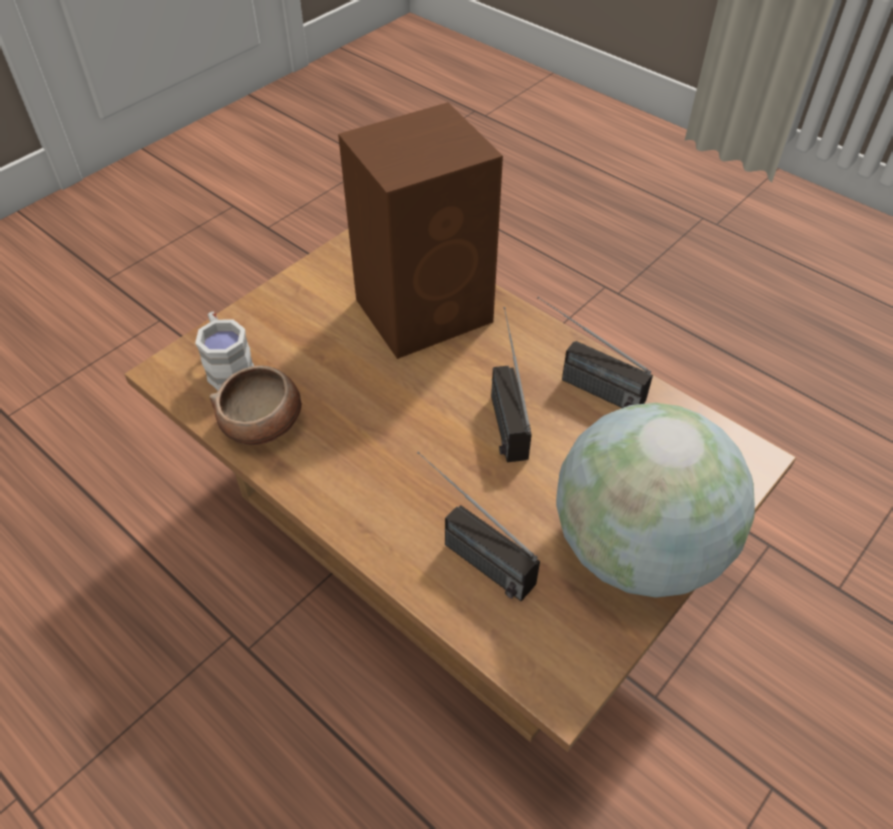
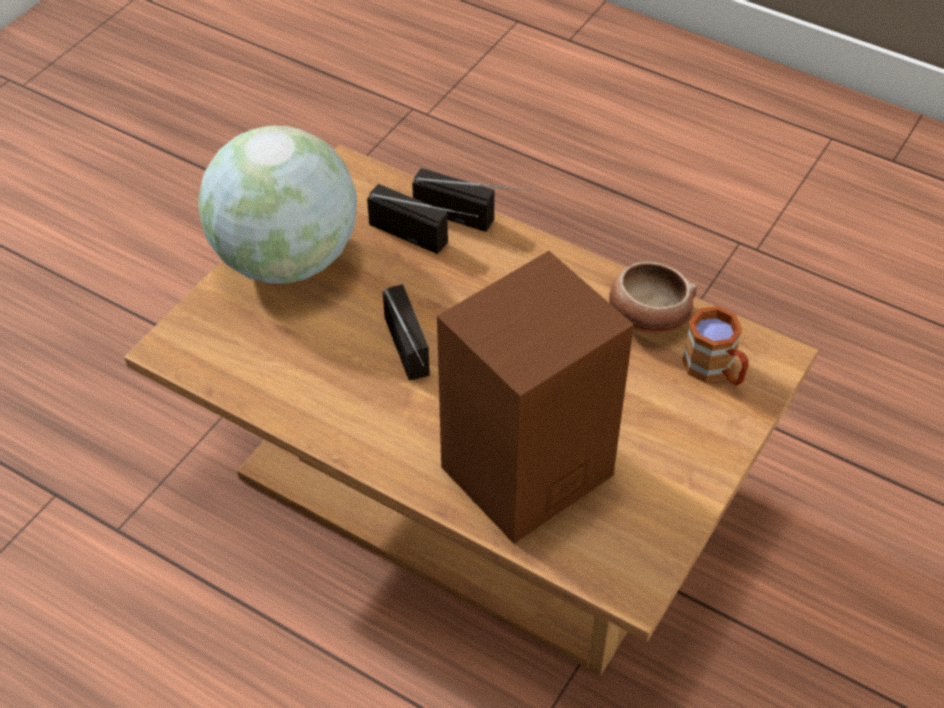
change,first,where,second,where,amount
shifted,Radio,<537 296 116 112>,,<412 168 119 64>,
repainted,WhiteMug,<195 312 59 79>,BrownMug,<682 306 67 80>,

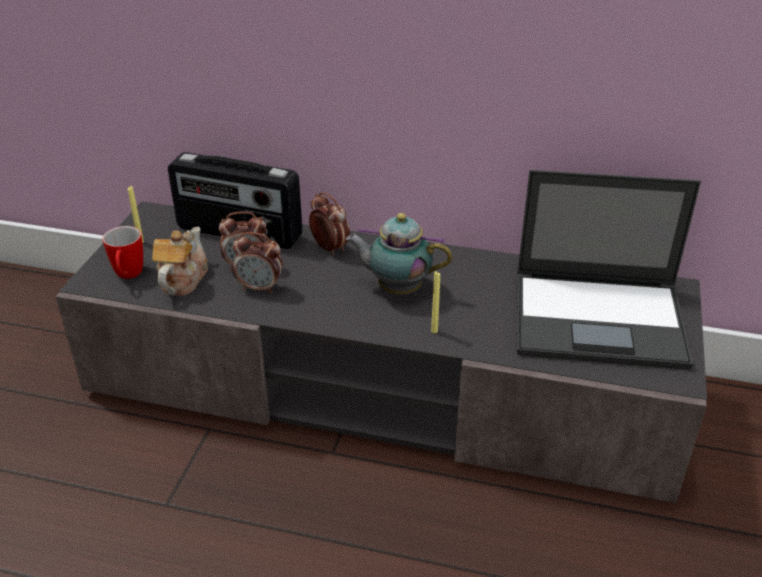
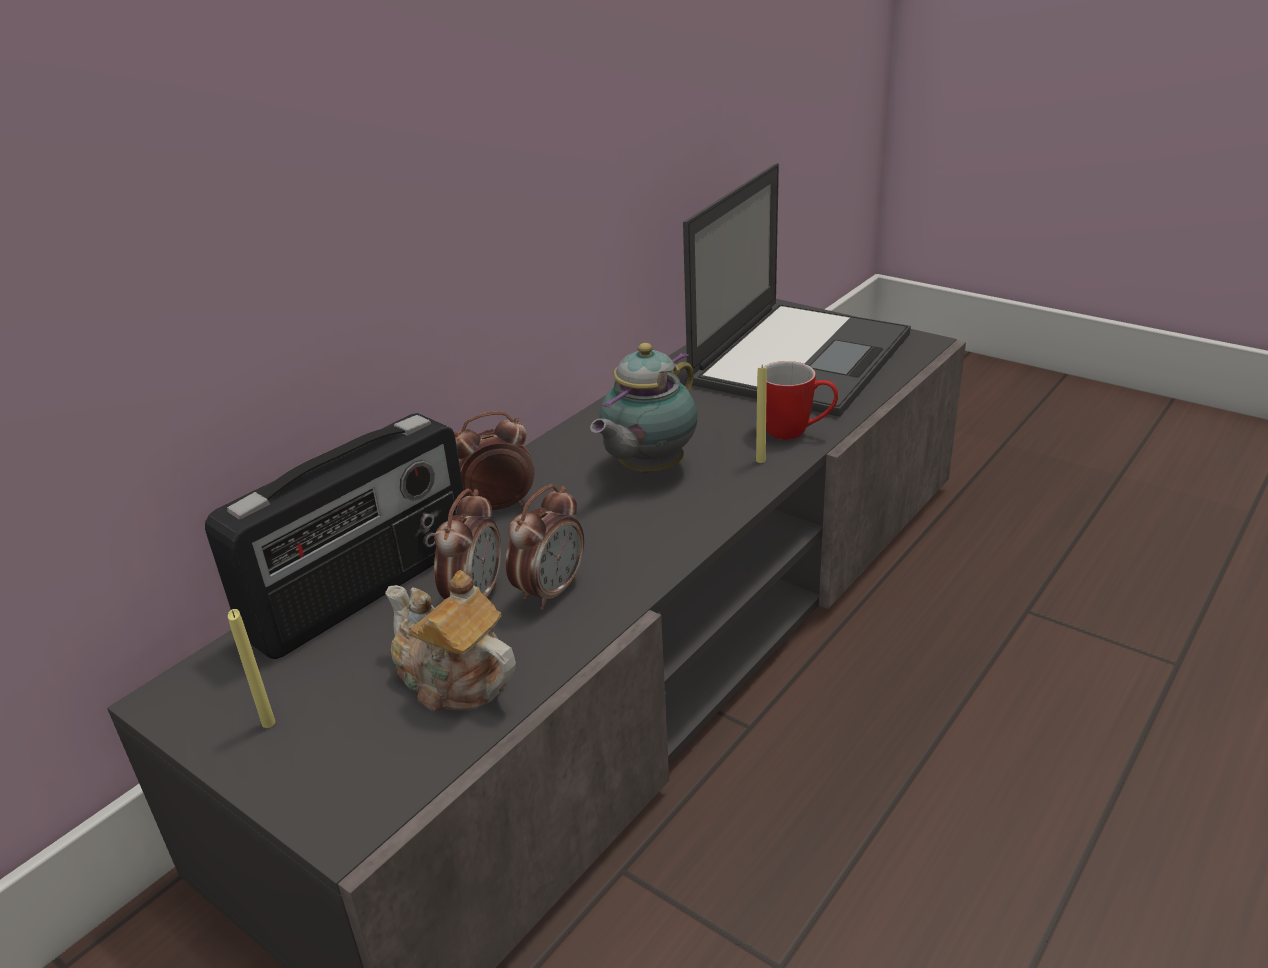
change,first,where,second,where,amount
shifted,Mug,<102 226 41 53>,,<764 361 74 79>,

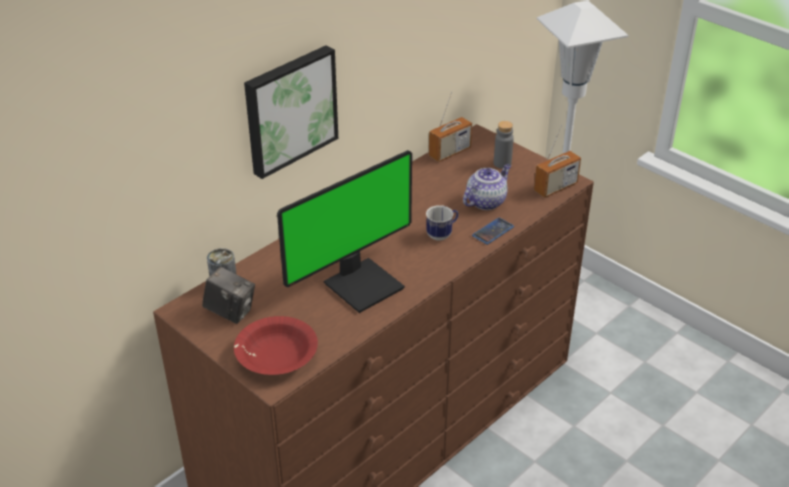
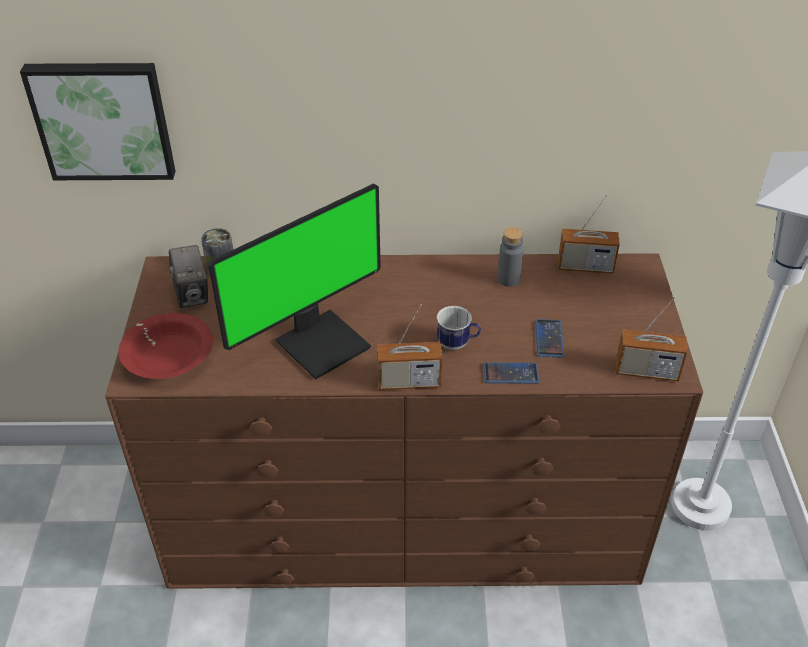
change,first,where,second,where,amount
new,,,Radio,<377 304 66 86>,
shifted,Picture,<244 45 94 134>,,<20 63 155 117>,
shifted,GreyBottle,<494 121 20 48>,,<497 227 27 60>,
swapped,Teapot,<463 164 48 46>,Phone,<535 319 29 39>,
rotated,Monitor,<277 150 135 163>,,<209 183 172 196>,45 degrees counterclockwise

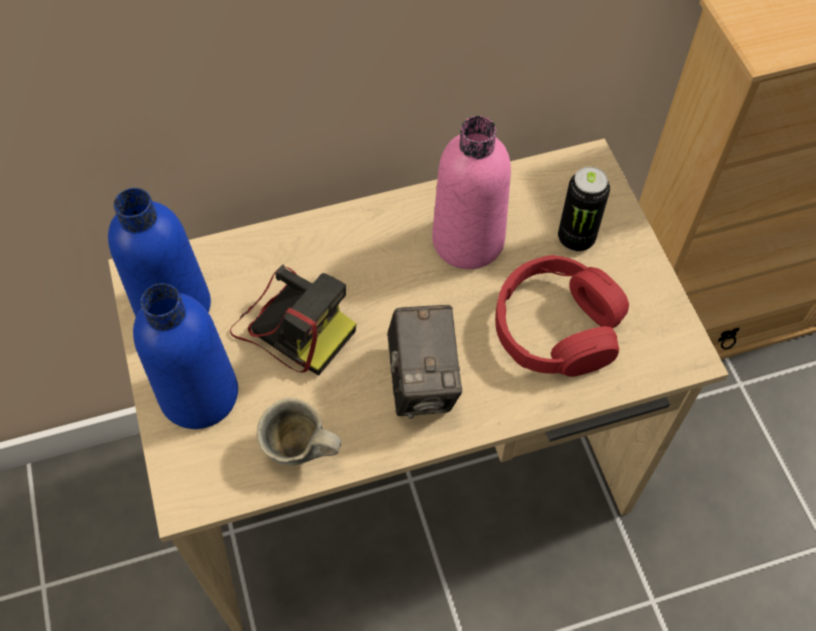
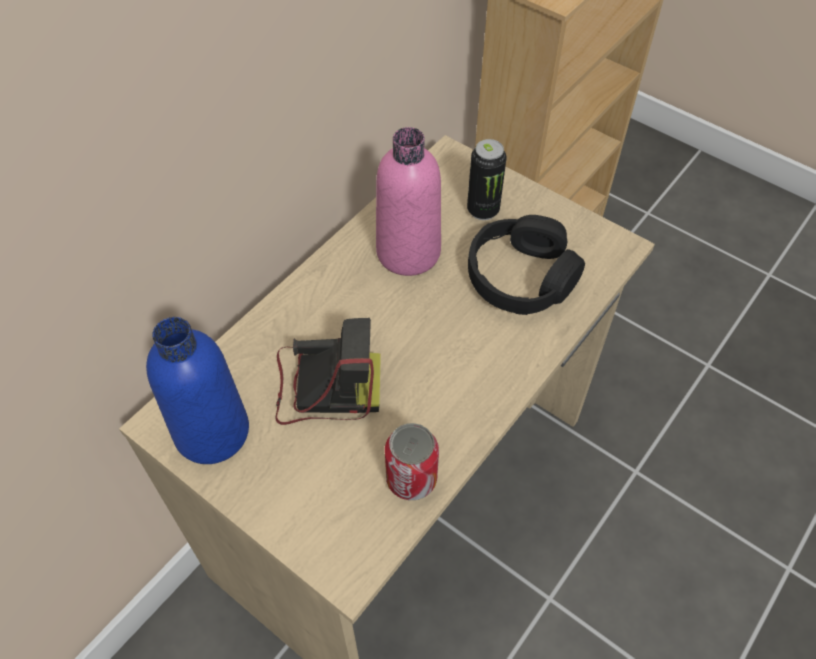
change,first,where,second,where,amount
gone,BlueBottle,<133 283 105 146>,,,
gone,PhotoCamera,<387 305 75 114>,,,
swapped,GreyMug,<257 398 84 67>,Can,<385 423 54 77>,
repainted,RedHeadphones,<495 255 134 122>,BlackHeadphones,<468 215 117 100>,

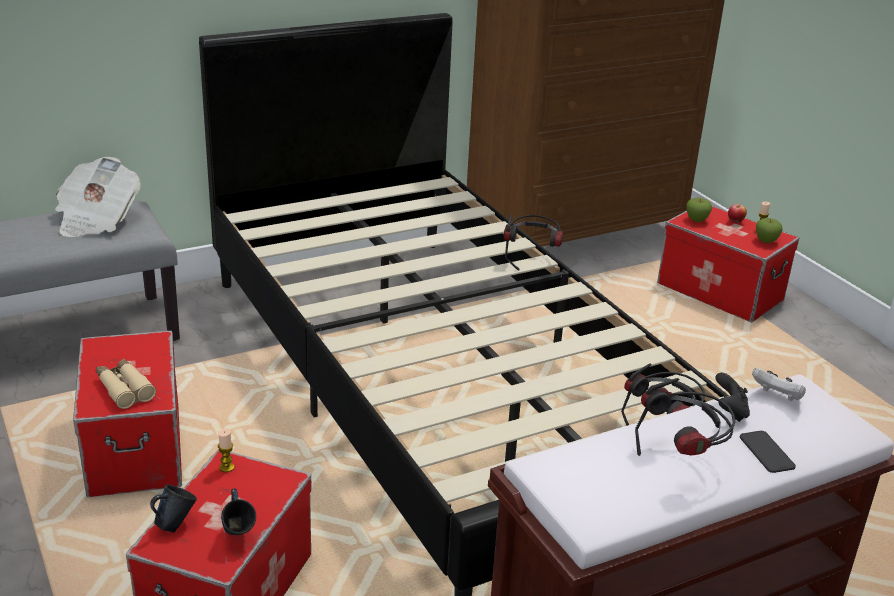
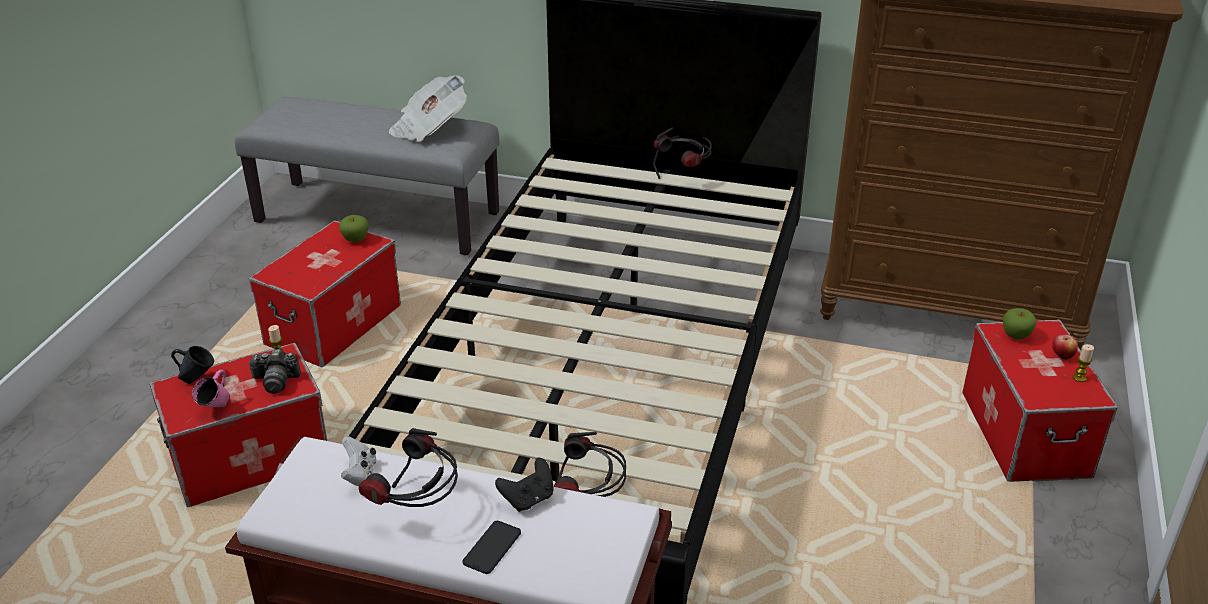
change,first,where,second,where,amount
gone,BeigeBinoculars,<96 359 60 50>,,,
new,,,PhotoCamera,<248 349 53 45>,
shifted,Headphones,<504 214 59 57>,,<653 127 59 52>,
shifted,WhiteGameController,<752 368 54 33>,,<341 437 35 49>,
shifted,Apple,<756 218 27 25>,,<339 215 30 27>,
repainted,BlueMug,<221 489 35 46>,PinkMug,<192 369 38 38>,

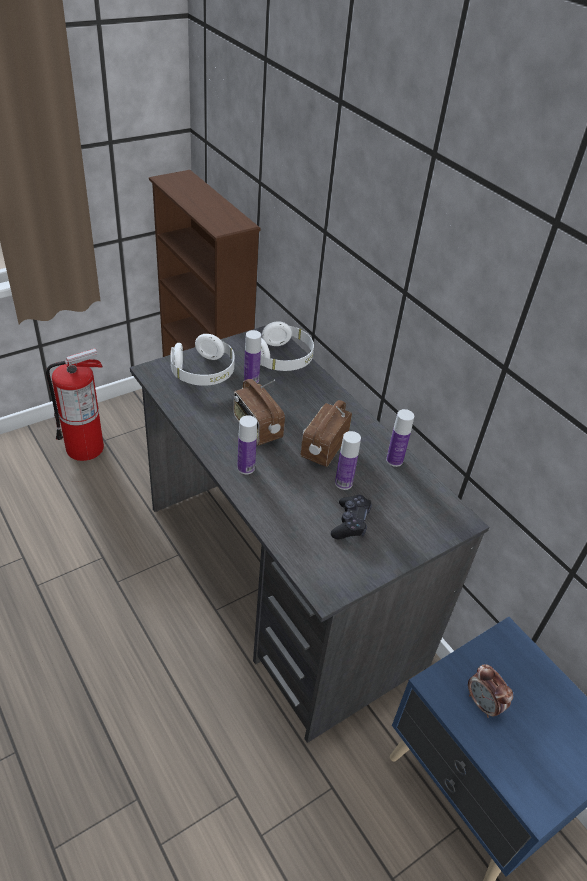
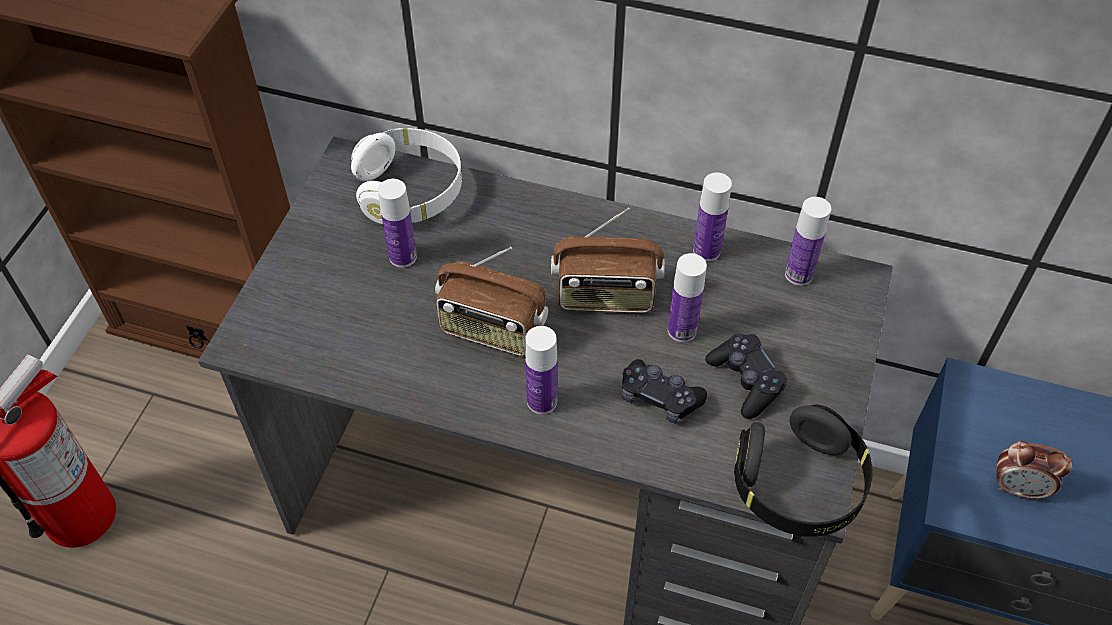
change,first,where,second,where,amount
gone,WhiteHeadphones,<170 334 65 52>,,,
new,,,BlackGameController,<622 359 85 65>,
new,,,BlackHeadphones,<734 404 139 133>,
new,,,Bottle,<785 197 46 89>,
rotated,Radio,<301 400 51 67>,,<551 208 114 105>,75 degrees counterclockwise

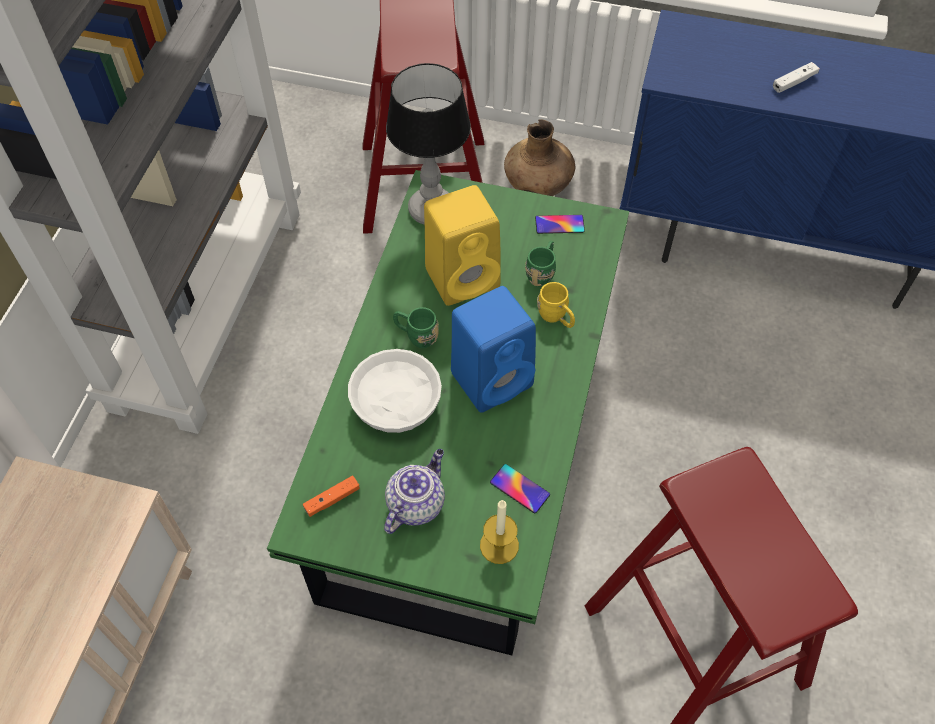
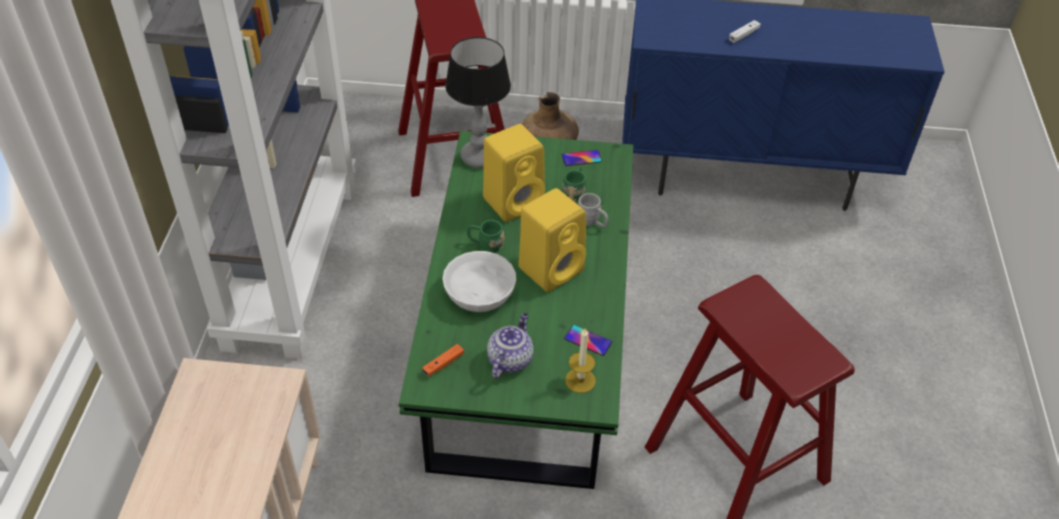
change,first,where,second,where,amount
repainted,BlueSpeaker,<451 286 85 127>,YellowSpeaker,<519 188 67 104>,
repainted,YellowMug,<537 282 38 46>,GreyMug,<578 193 30 34>,

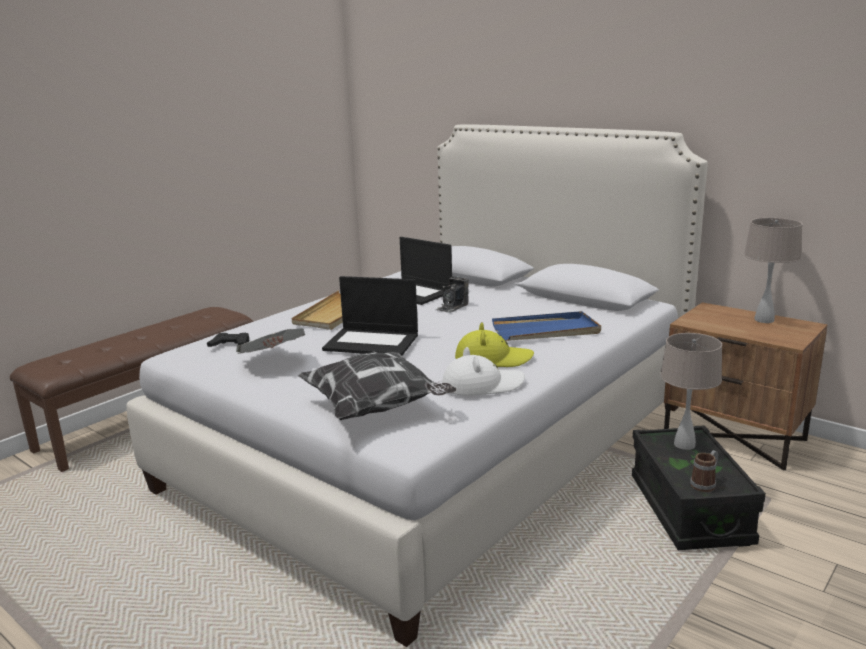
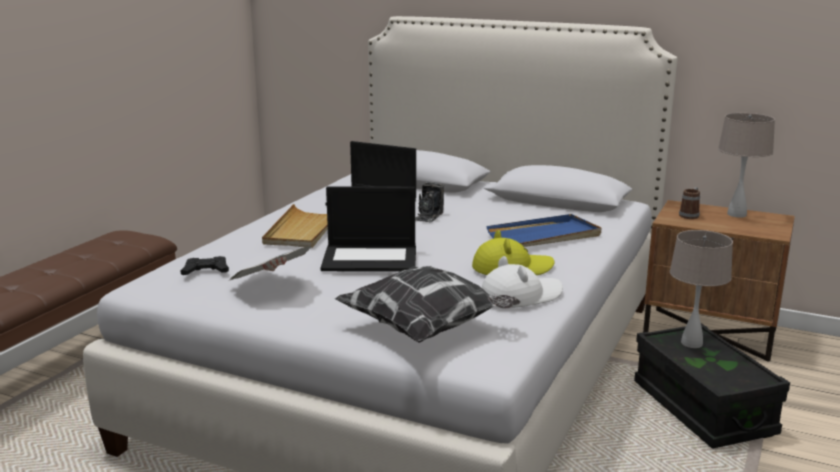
change,first,where,second,where,amount
shifted,Mug,<690 450 28 42>,,<679 187 21 32>,

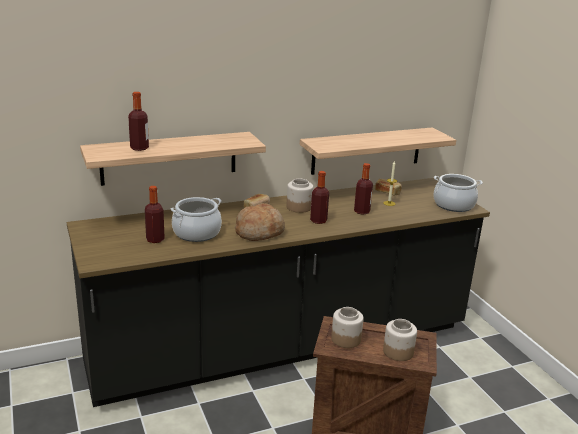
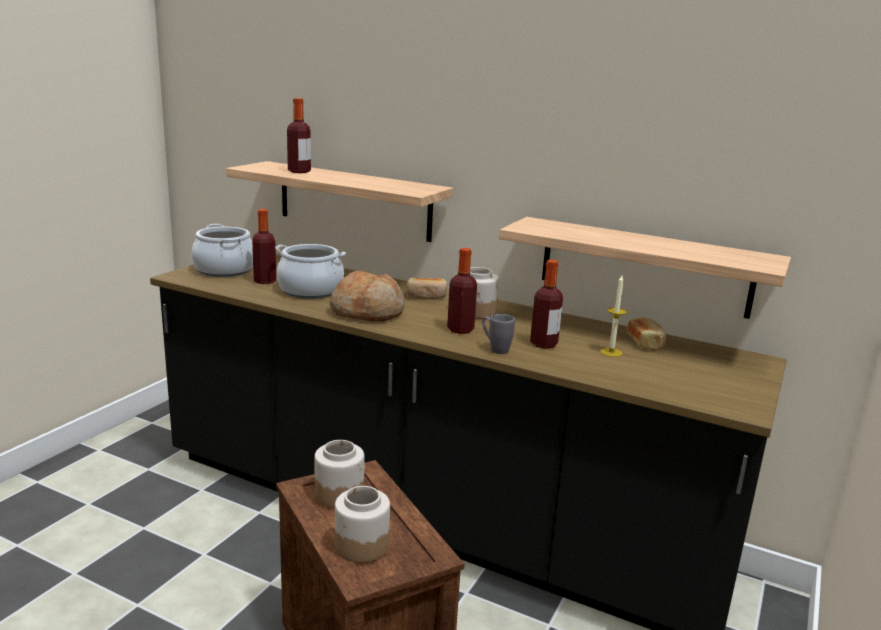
change,first,where,second,where,amount
new,,,GreyMug,<482 314 33 40>,
shifted,CookingPot,<433 174 50 38>,,<192 224 61 53>,

